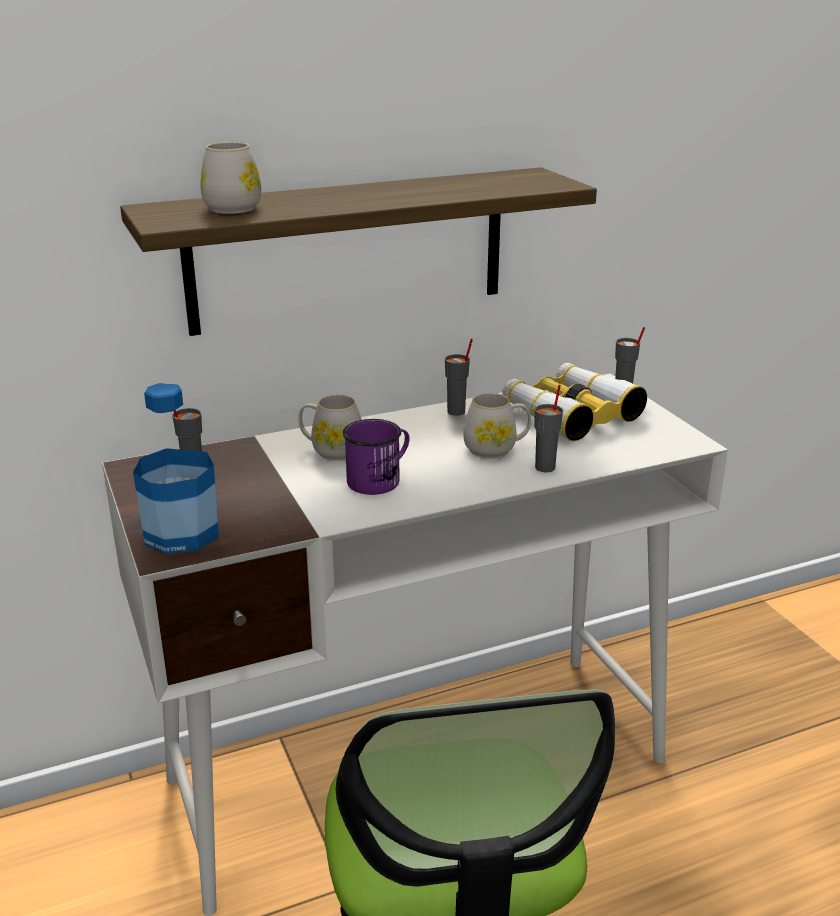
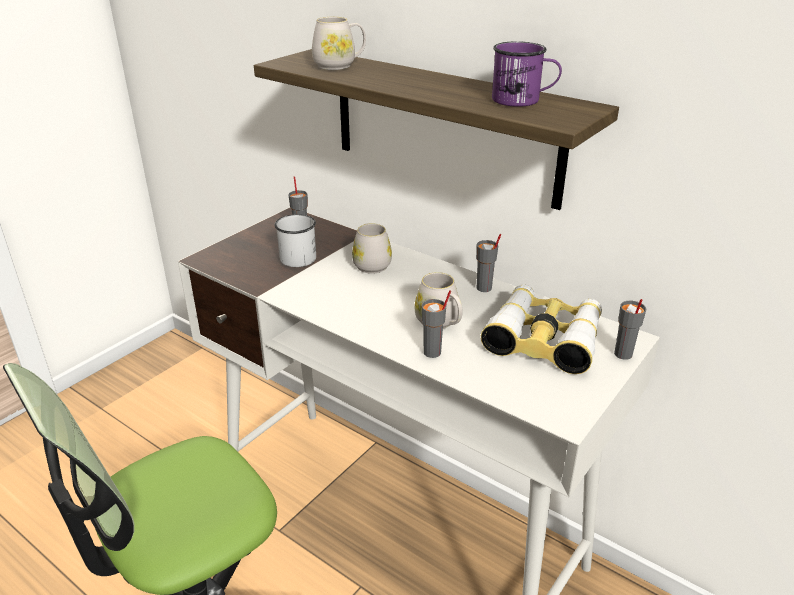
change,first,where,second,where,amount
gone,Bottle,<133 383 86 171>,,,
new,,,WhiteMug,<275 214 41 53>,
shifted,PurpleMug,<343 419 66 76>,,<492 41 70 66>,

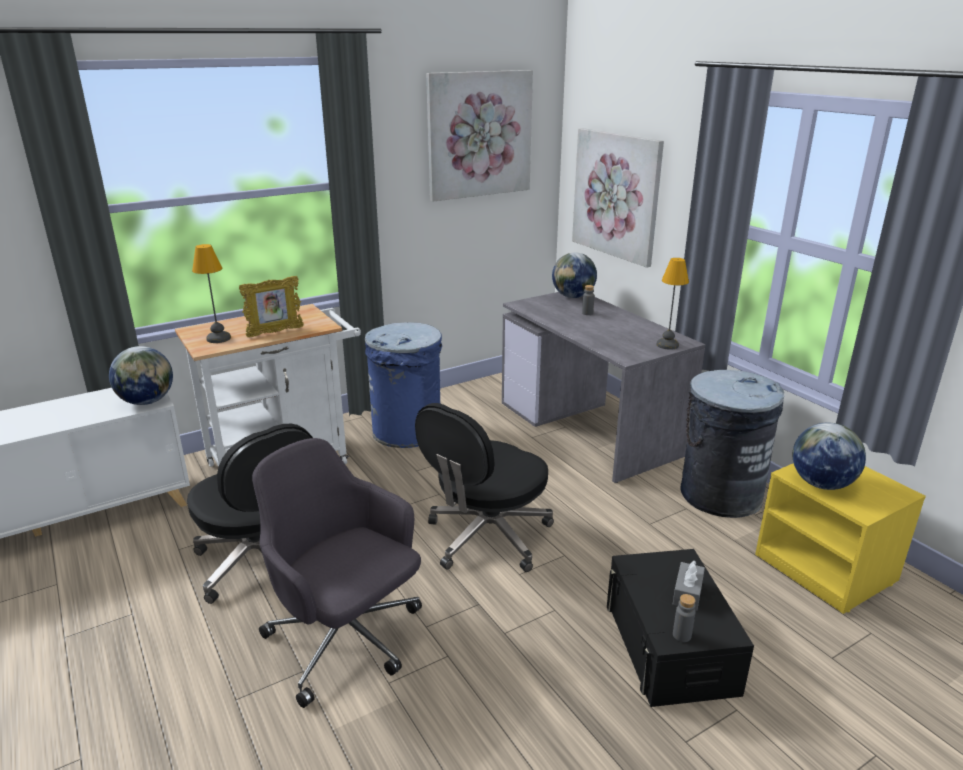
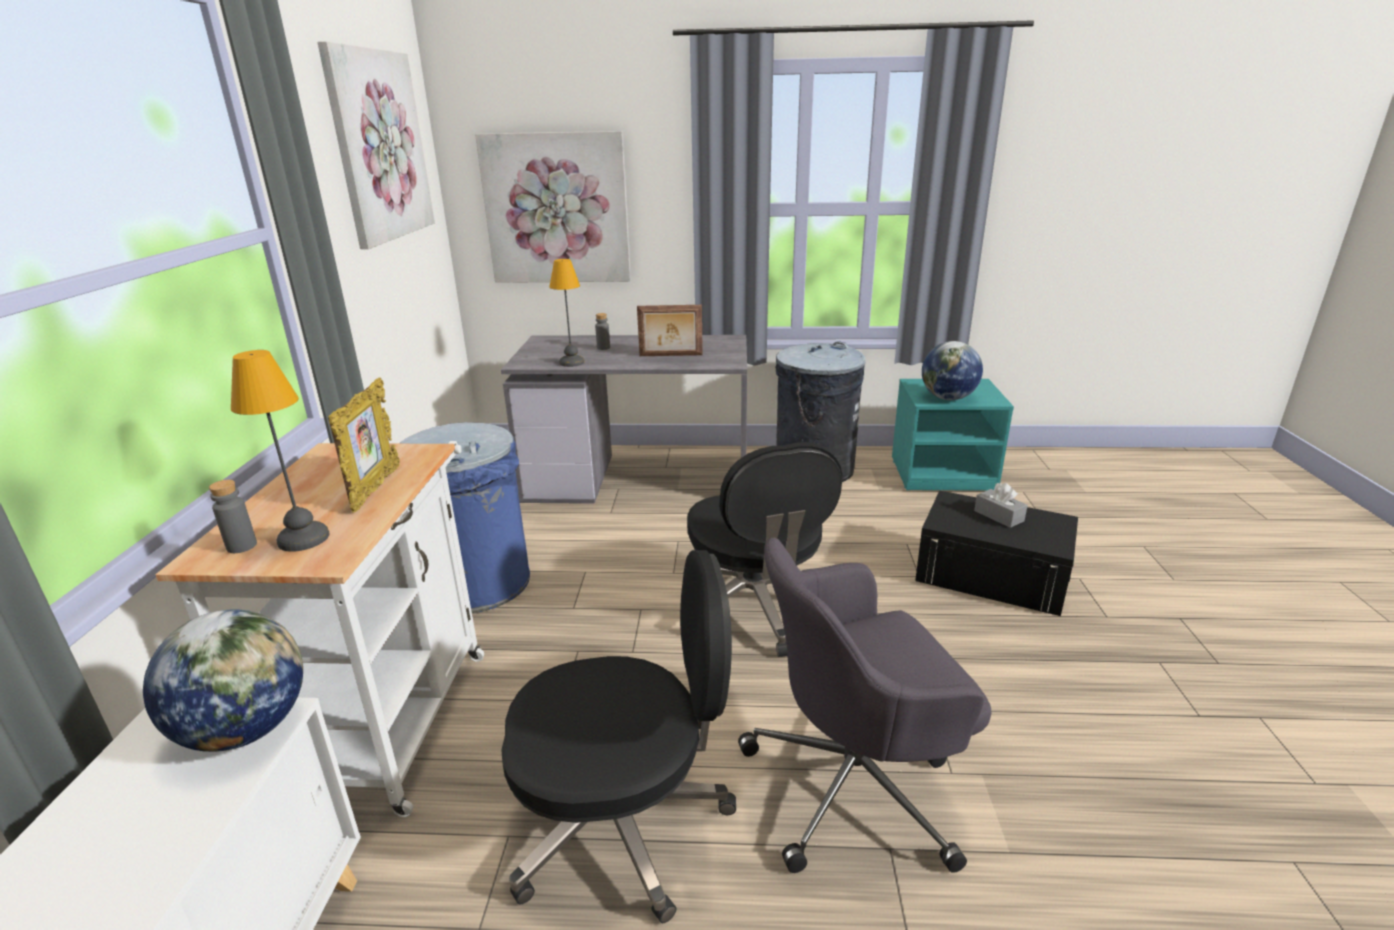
change,first,where,second,where,amount
gone,Globe,<552 252 45 46>,,,
new,,,PictureFrame,<637 305 66 51>,
shifted,TableLamp,<657 258 32 92>,,<549 259 36 108>,
shifted,GreyBottle,<673 594 23 48>,,<209 480 48 73>,
repainted,YellowNightstand,<755 463 171 151>,TurquoiseNightstand,<892 379 122 112>,

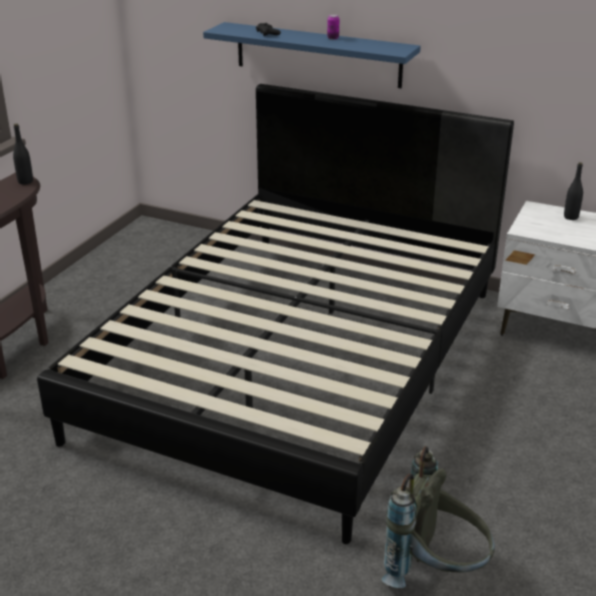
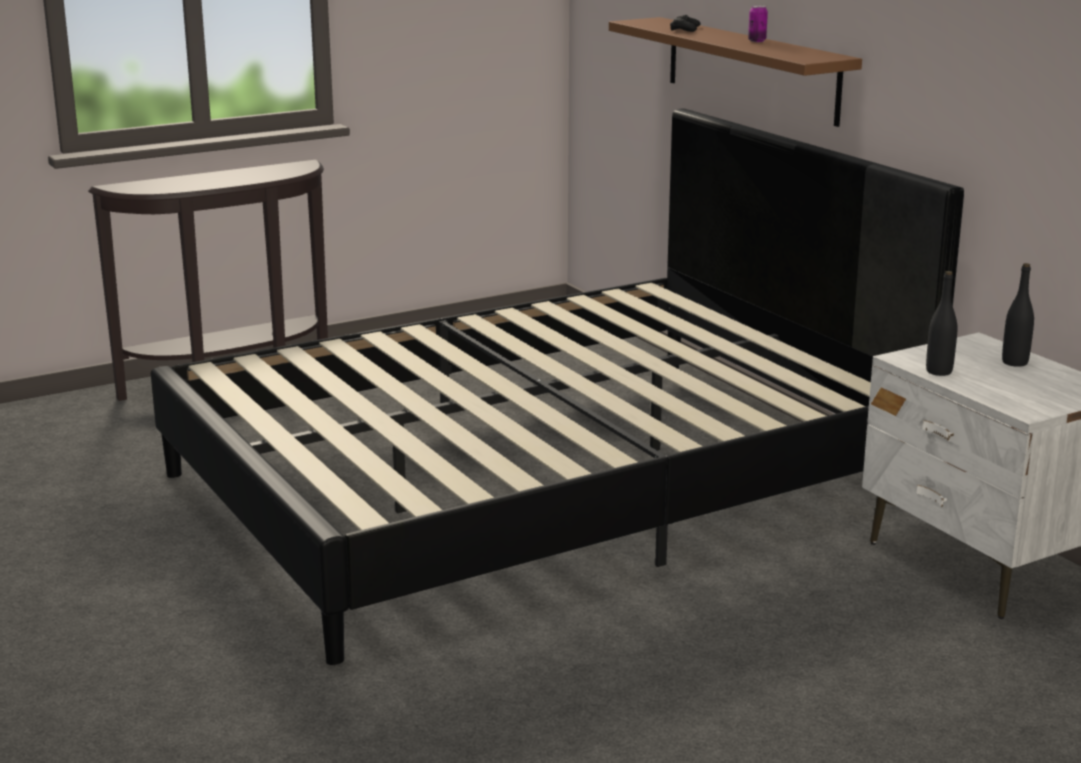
change,first,where,second,where,amount
gone,GreyBackpack,<381 446 114 142>,,,
shifted,BlackBottle,<13 124 20 60>,,<926 271 31 105>,
repainted,BlueShelf,<203 22 218 66>,BrownShelf,<609 17 253 110>,

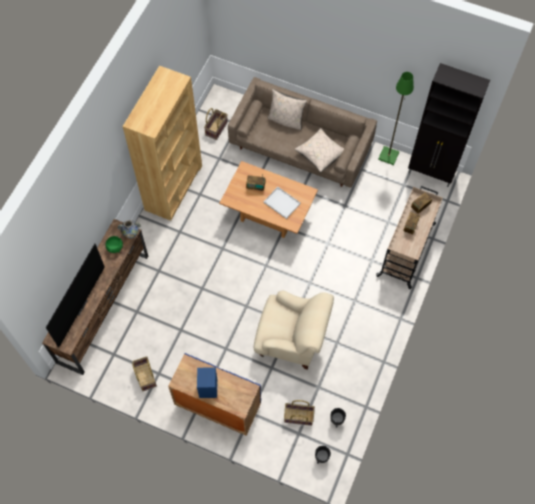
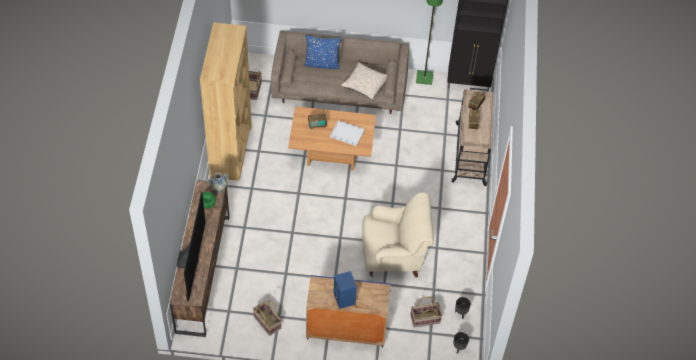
change,first,where,second,where,amount
repainted,BeigePillow,<268 89 39 41>,BluePillow,<304 34 38 35>,

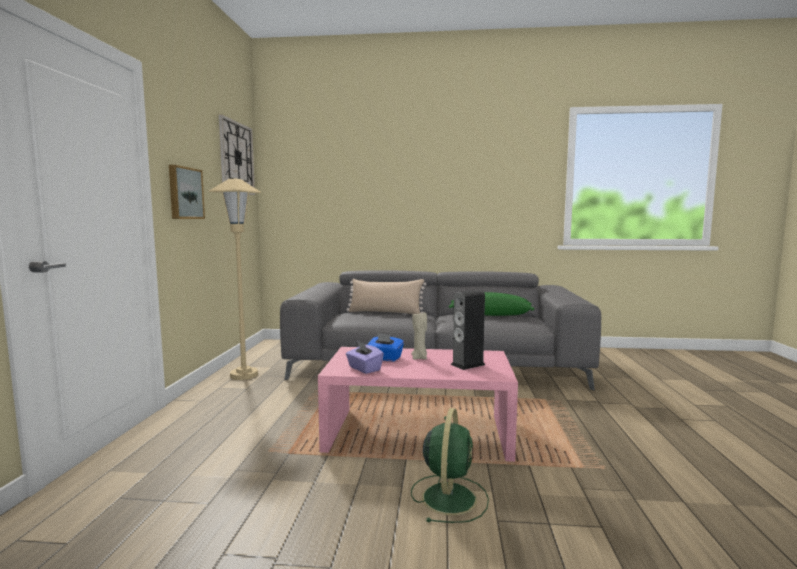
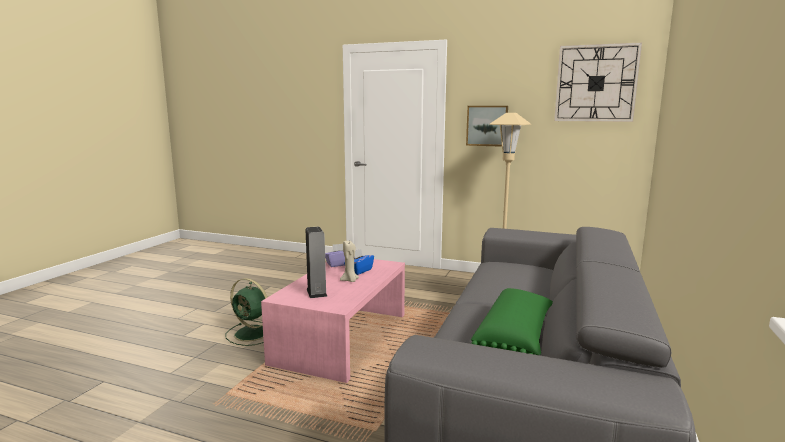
change,first,where,second,where,amount
gone,BeigePillow,<347 279 80 35>,,,

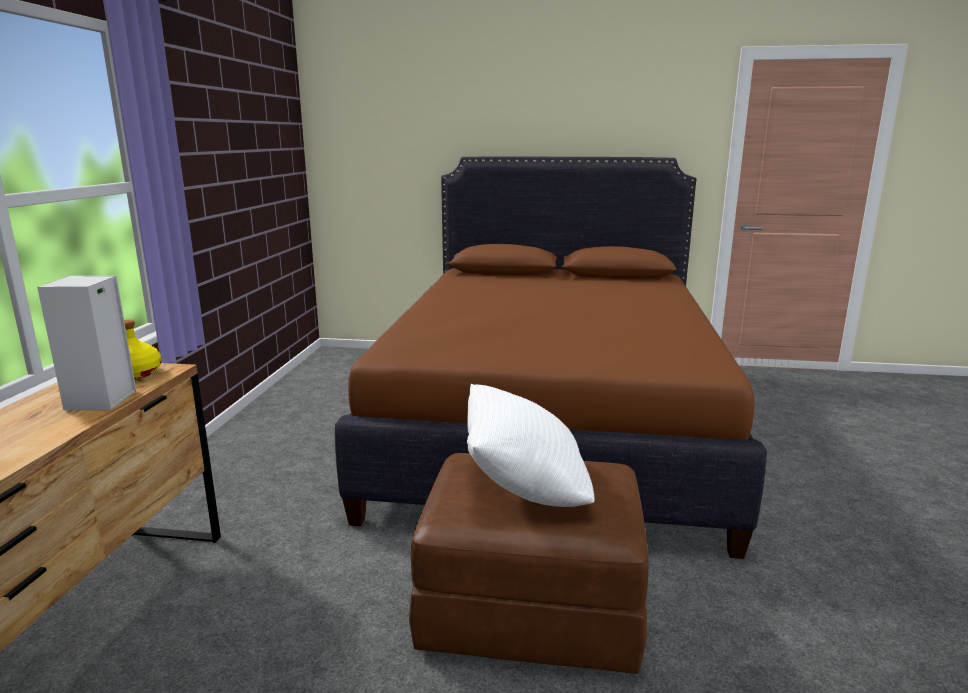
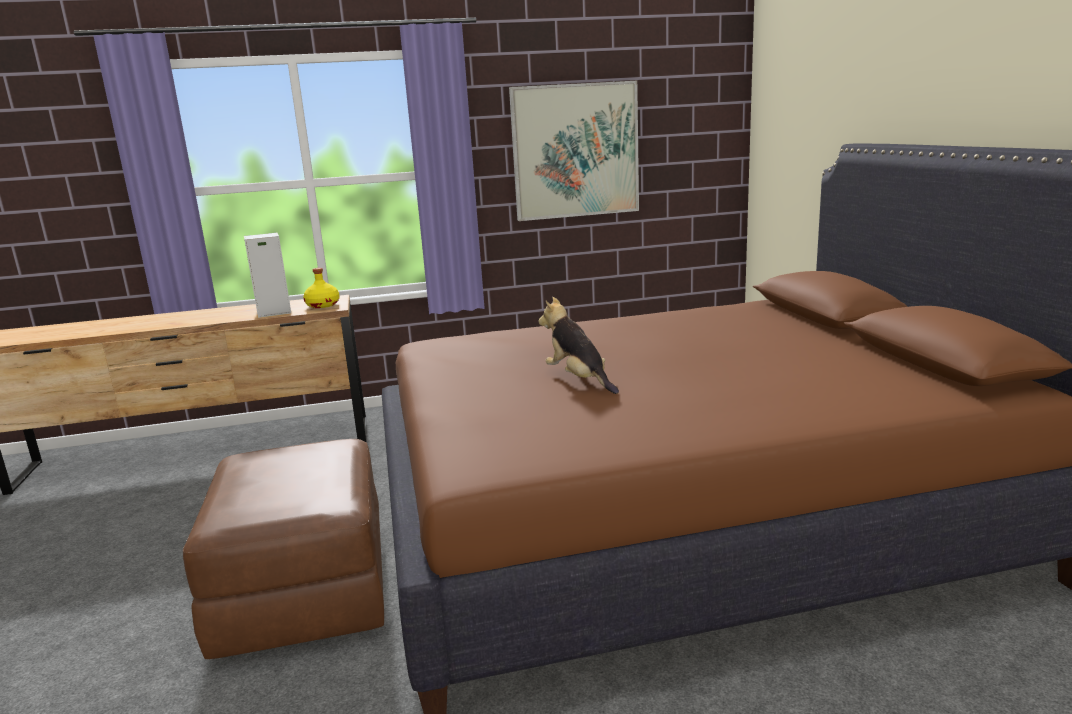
change,first,where,second,where,amount
gone,WhitePillow,<467 384 128 123>,,,
new,,,Picture,<509 81 130 140>,
new,,,PlushToy,<538 297 81 97>,

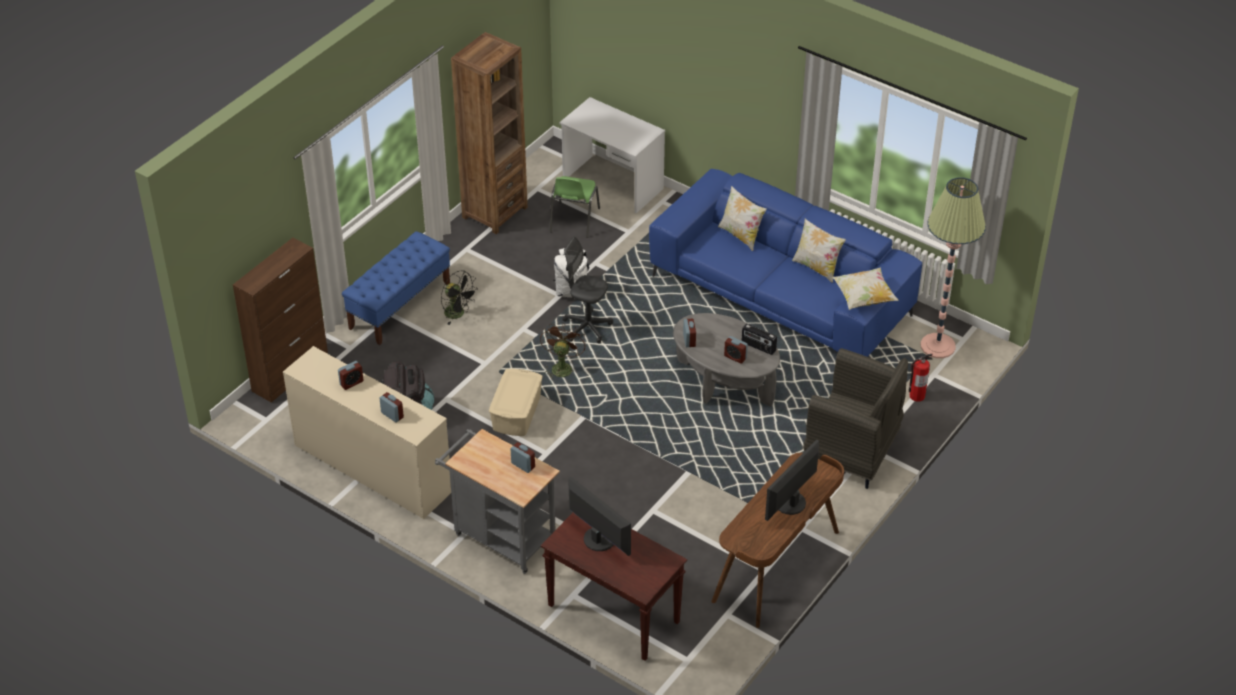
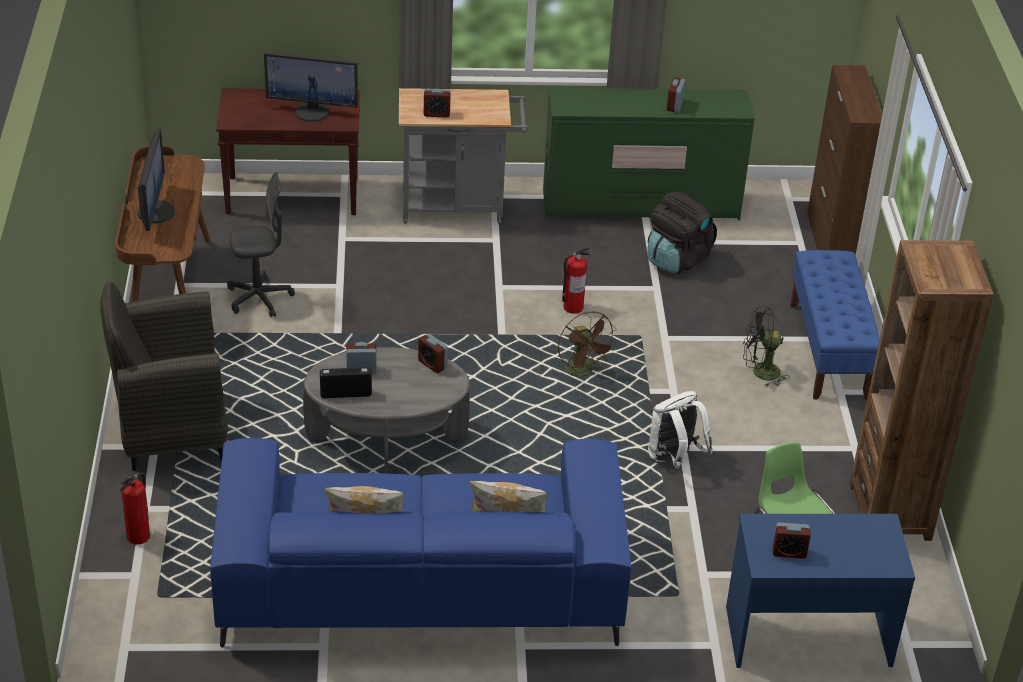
change,first,where,second,where,amount
gone,Pillow,<832 268 67 42>,,,
gone,FloorLamp,<920 177 66 181>,,,
shifted,AlarmClock,<379 392 25 31>,,<772 522 39 37>,
shifted,GreyOfficeChair,<563 237 50 106>,,<227 172 68 145>,
swapped,BeigeStorageBox,<489 369 54 67>,FireExtinguisher,<562 247 28 67>,
repainted,BeigeDresser,<283 346 168 173>,GreenDresser,<543 88 212 133>,
repainted,WhiteDesk,<559 97 106 116>,BlueDesk,<726 514 189 154>,

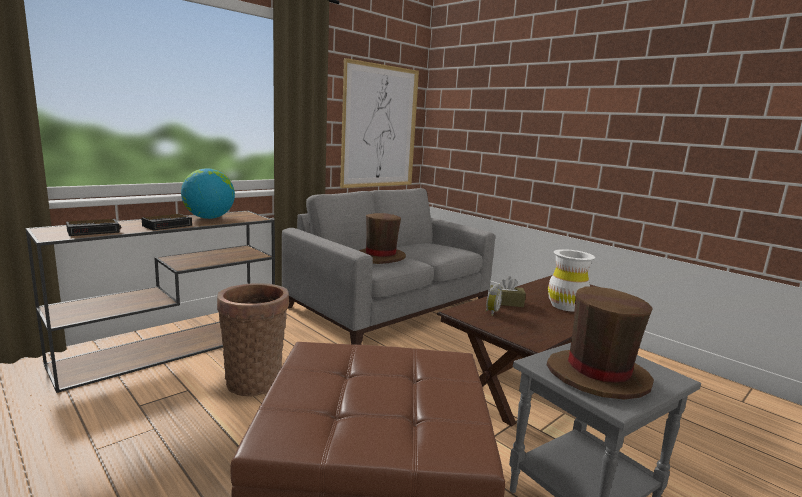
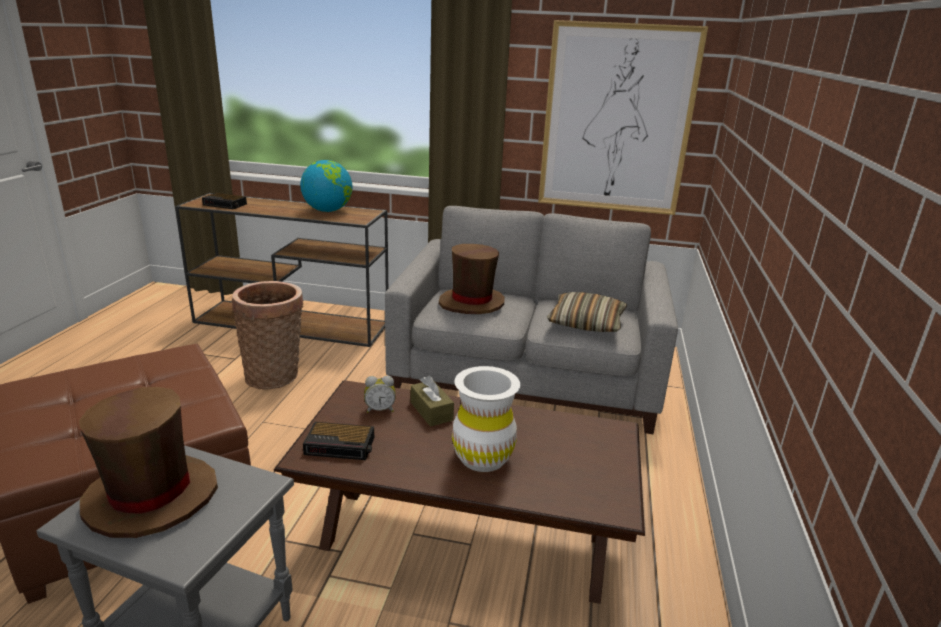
change,first,where,second,where,amount
new,,,Pillow,<547 292 80 40>,
shifted,AlarmClock,<142 214 50 16>,,<303 422 71 38>,

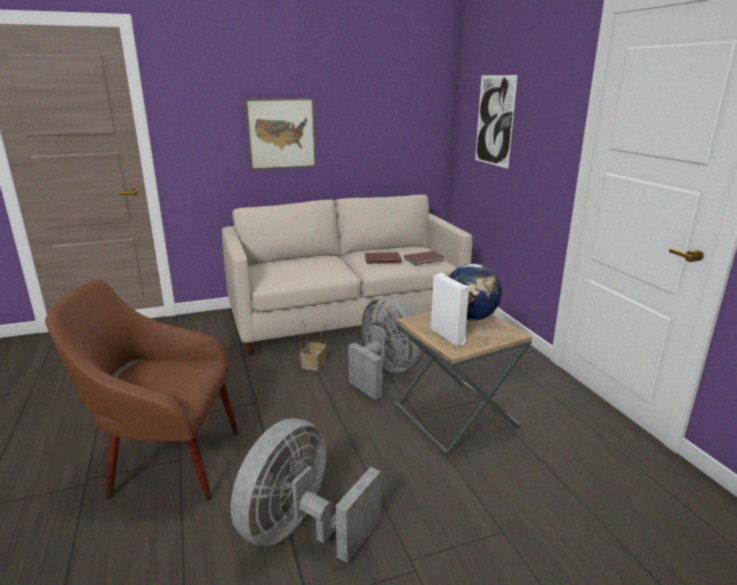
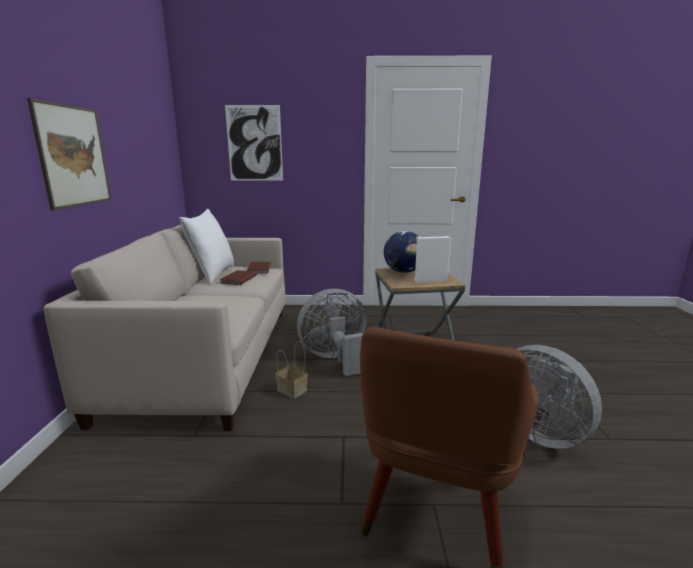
change,first,where,second,where,amount
new,,,WhitePillow,<179 209 55 75>,

